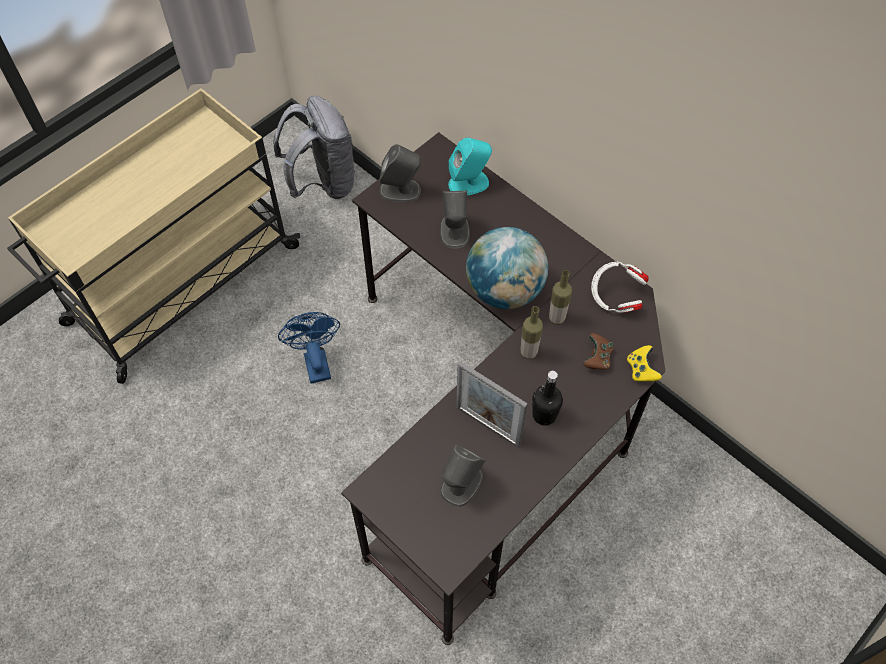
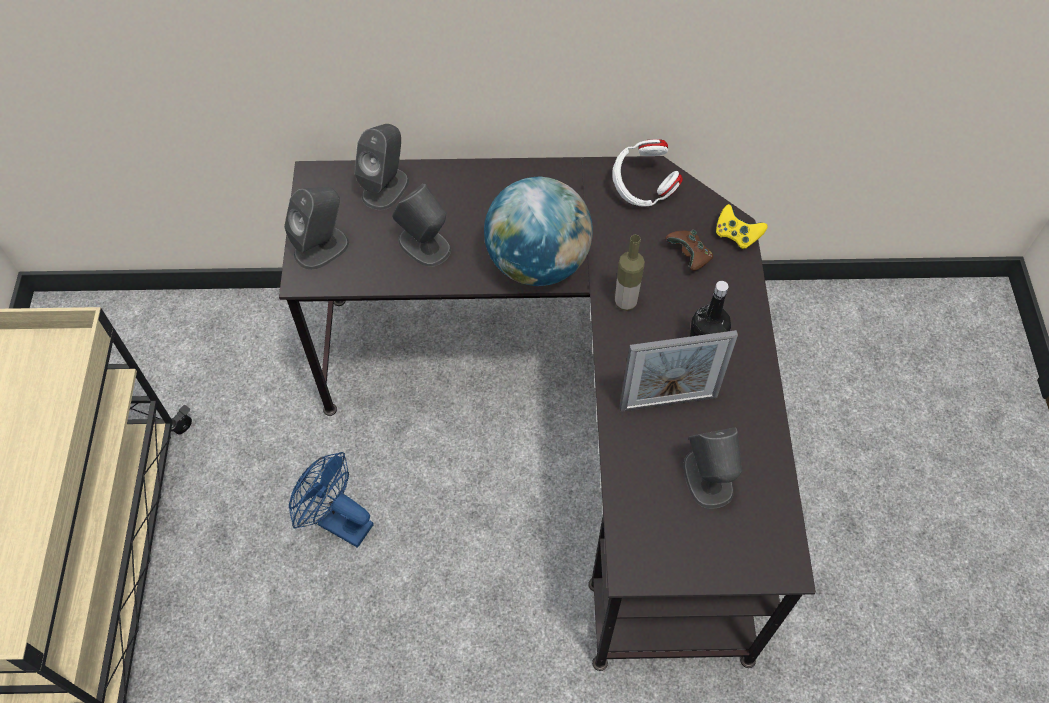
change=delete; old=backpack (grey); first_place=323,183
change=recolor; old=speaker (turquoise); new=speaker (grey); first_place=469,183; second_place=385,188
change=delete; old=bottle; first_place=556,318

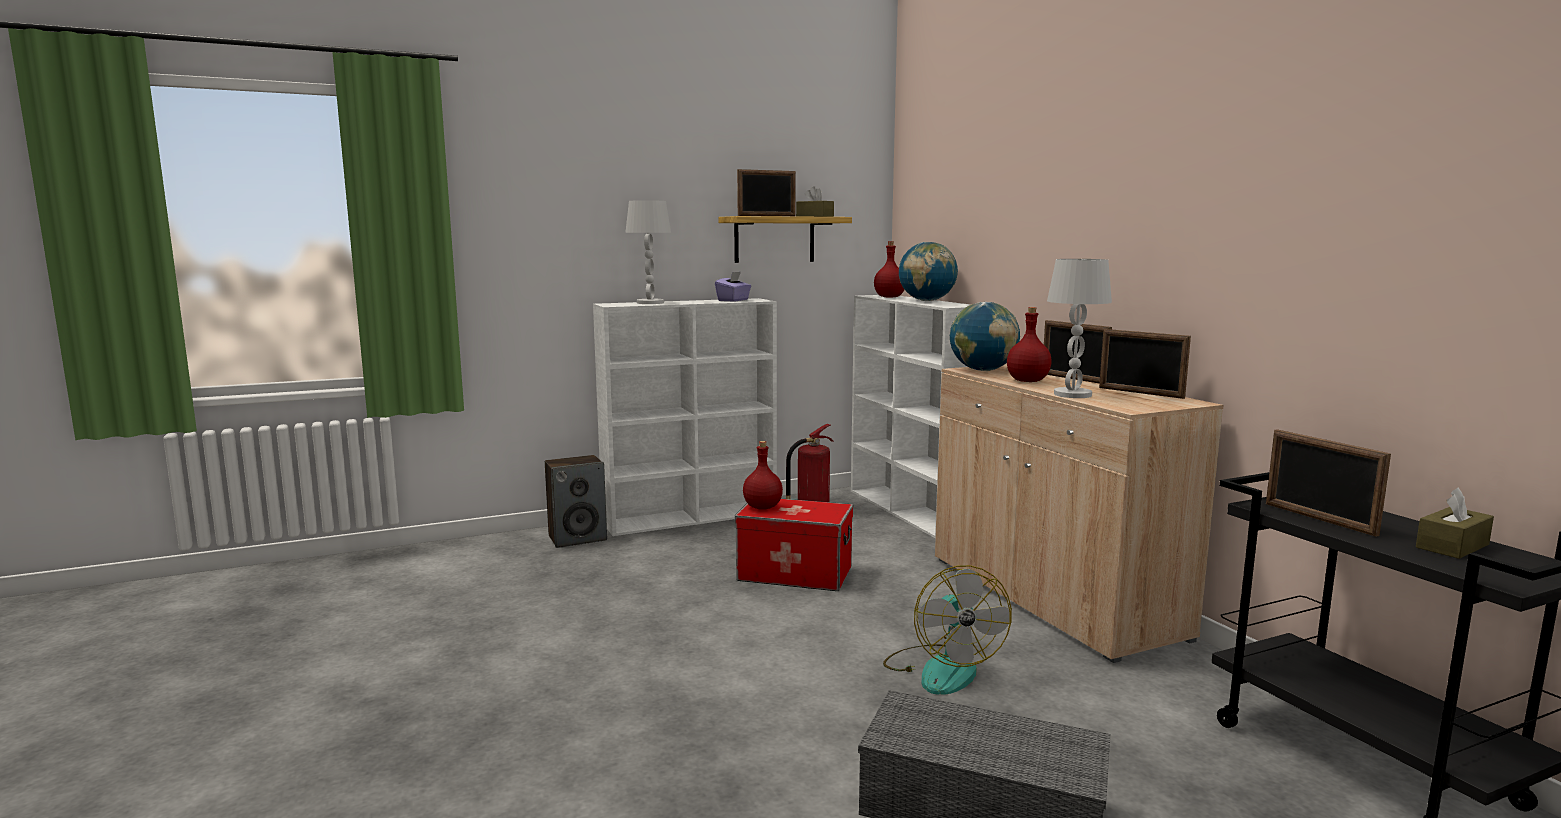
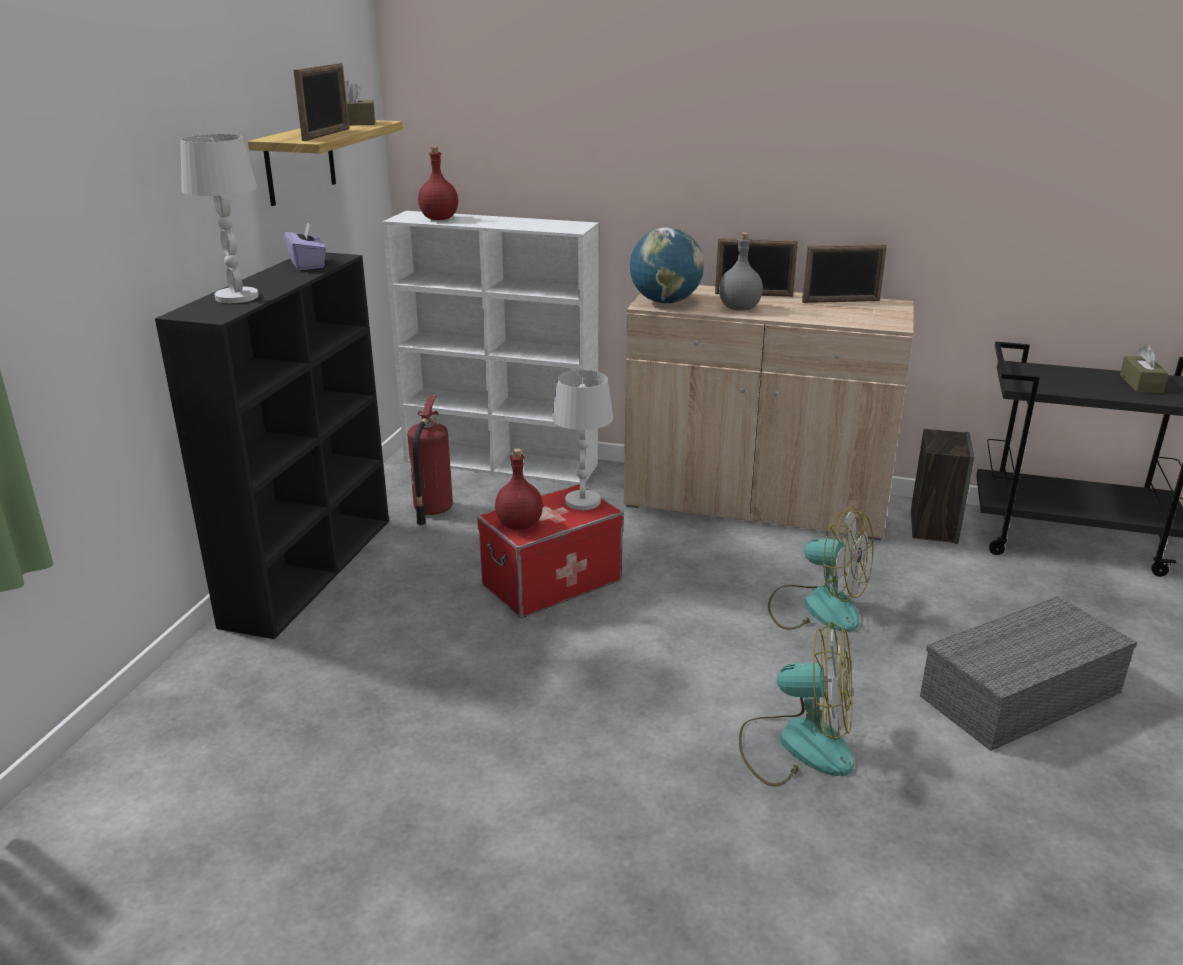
change=move; old=speaker; first_place=578,538; second_place=933,527
change=recolor; old=bookcase (white); new=bookcase (black); first_place=692,517; second_place=311,568
change=delete; old=globe; first_place=927,301
change=recolor; old=bottle (red); new=bottle (grey); first_place=1028,381; second_place=740,308
change=move; old=table lamp (white); first_place=1072,395; second_place=583,502
change=delete; old=picture frame; first_place=1318,519
change=insert; new=fan; second_place=797,745

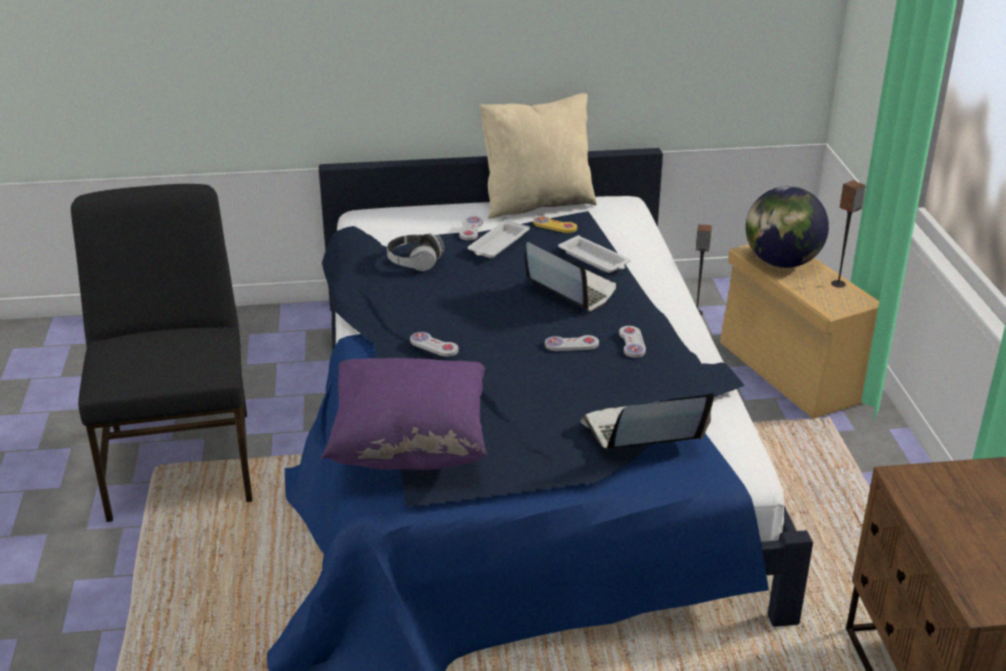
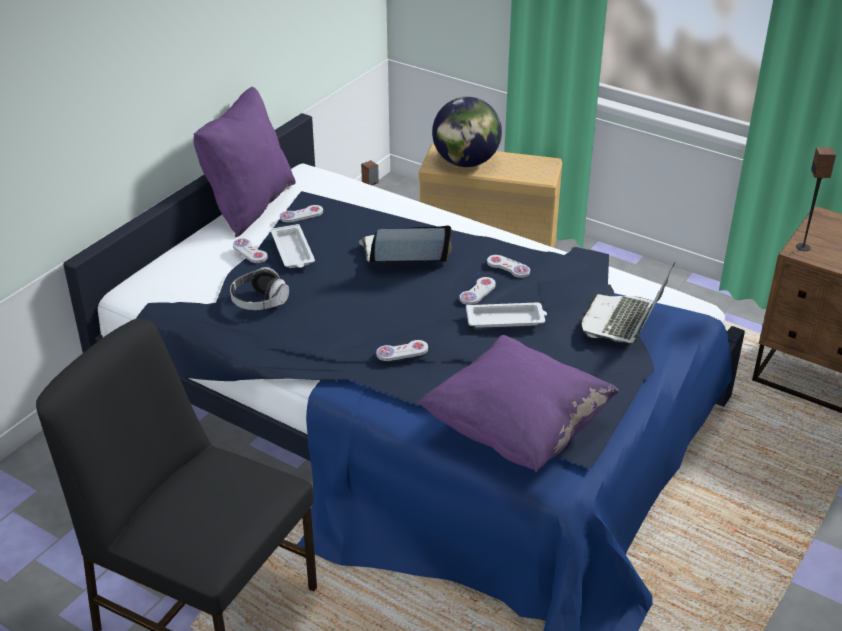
change=recolor; old=pillow (beige); new=pillow (purple); first_place=537,203; second_place=249,205
change=recolor; old=game controller (yellow); new=game controller (white); first_place=555,226; second_place=301,215
change=move; old=tray (white); first_place=595,259; second_place=506,319
change=move; old=speaker; first_place=838,284; second_place=803,247

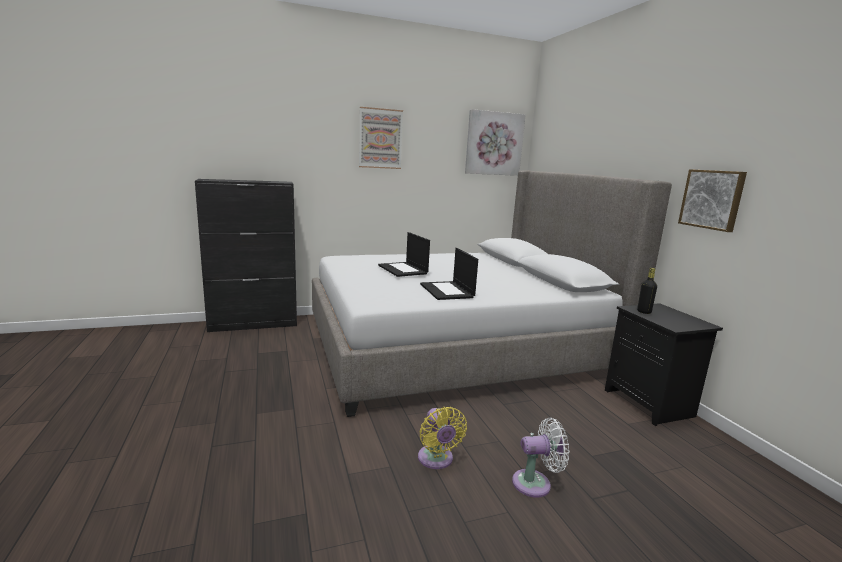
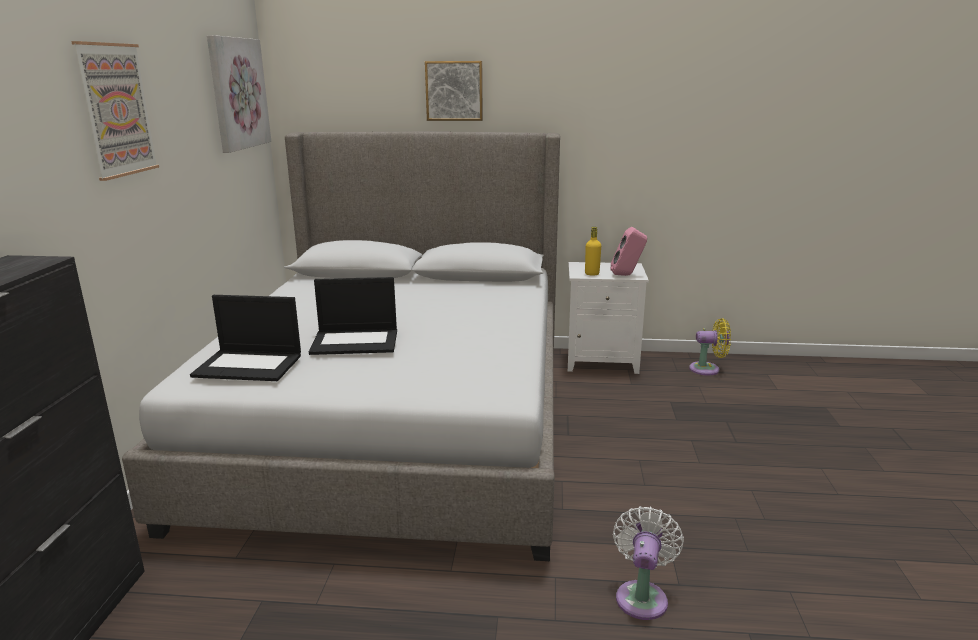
change=move; old=fan (yellow); first_place=436,460; second_place=708,369
change=move; old=laptop; first_place=447,291; second_place=250,365
change=move; old=fan (white); first_place=535,483; second_place=642,596
change=recolor; old=nightstand (black); new=nightstand (white); first_place=650,404; second_place=602,361
change=recolor; old=bottle (black); new=bottle (yellow); first_place=644,312; second_place=592,274
change=move; old=picture; first_place=712,199; second_place=454,91
change=insert; new=speaker (pink); second_place=627,275

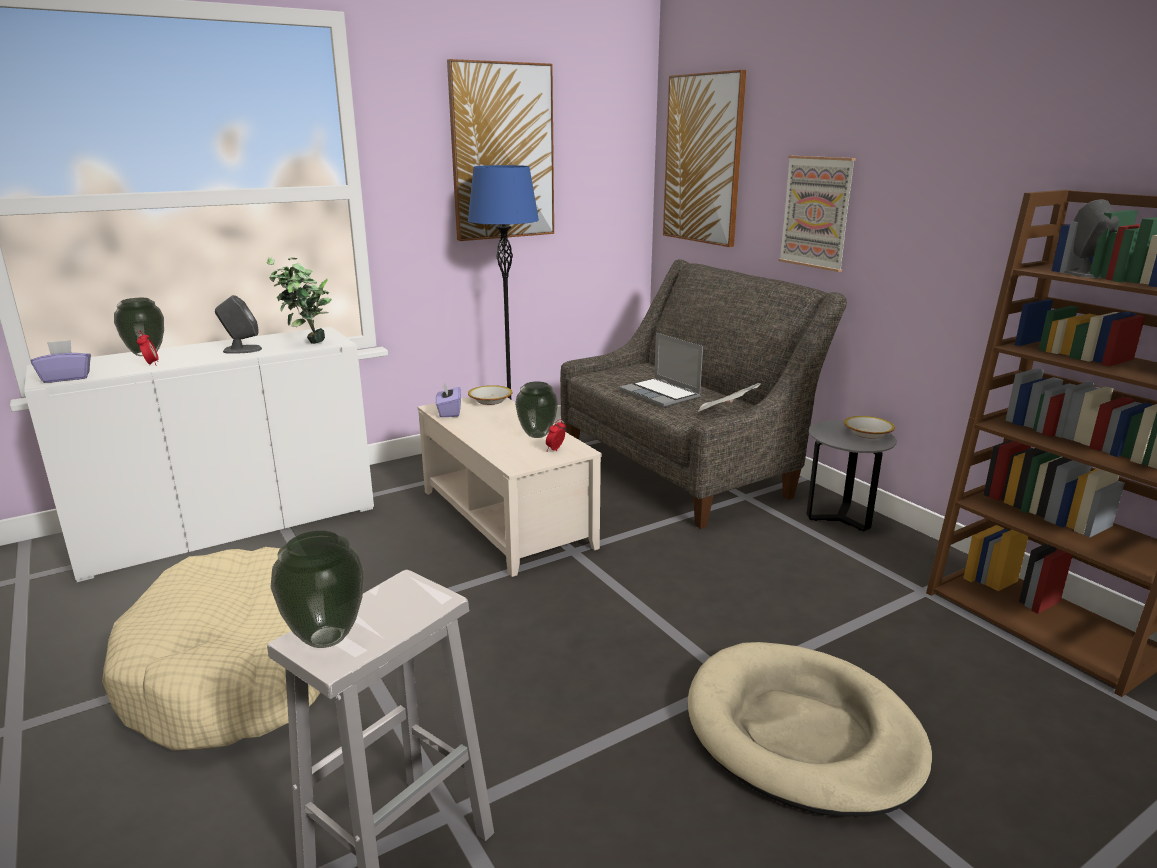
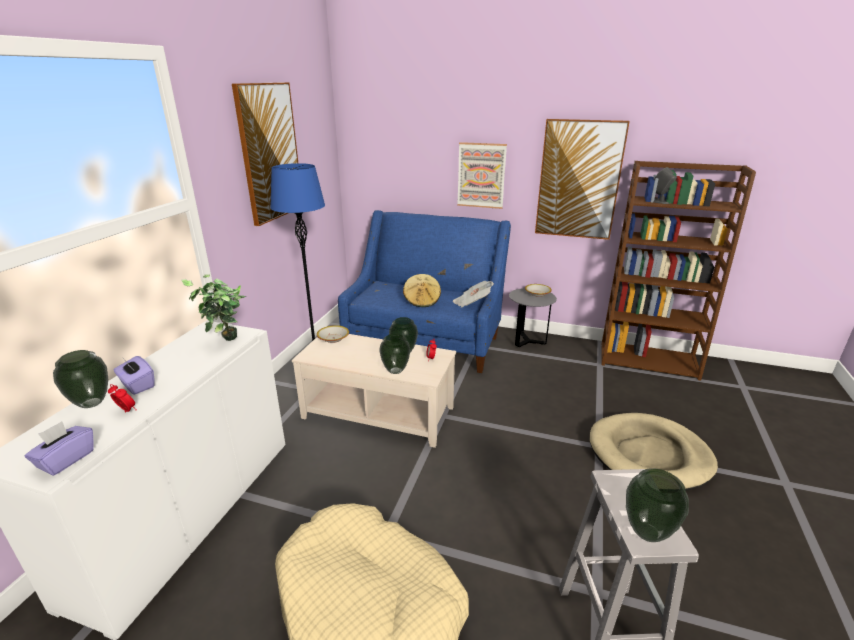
change=delete; old=speaker (grey); first_place=241,350
change=move; old=tissue box (purple); first_place=449,412; second_place=137,385
change=recolor; old=sofa (grey); new=sofa (blue); first_place=683,468; second_place=425,340
change=replace; old=laptop; new=hat (beige); first_place=661,394; second_place=422,301
change=move; old=picture; first_place=703,159; second_place=579,180
change=insert; new=vase; second_place=395,371

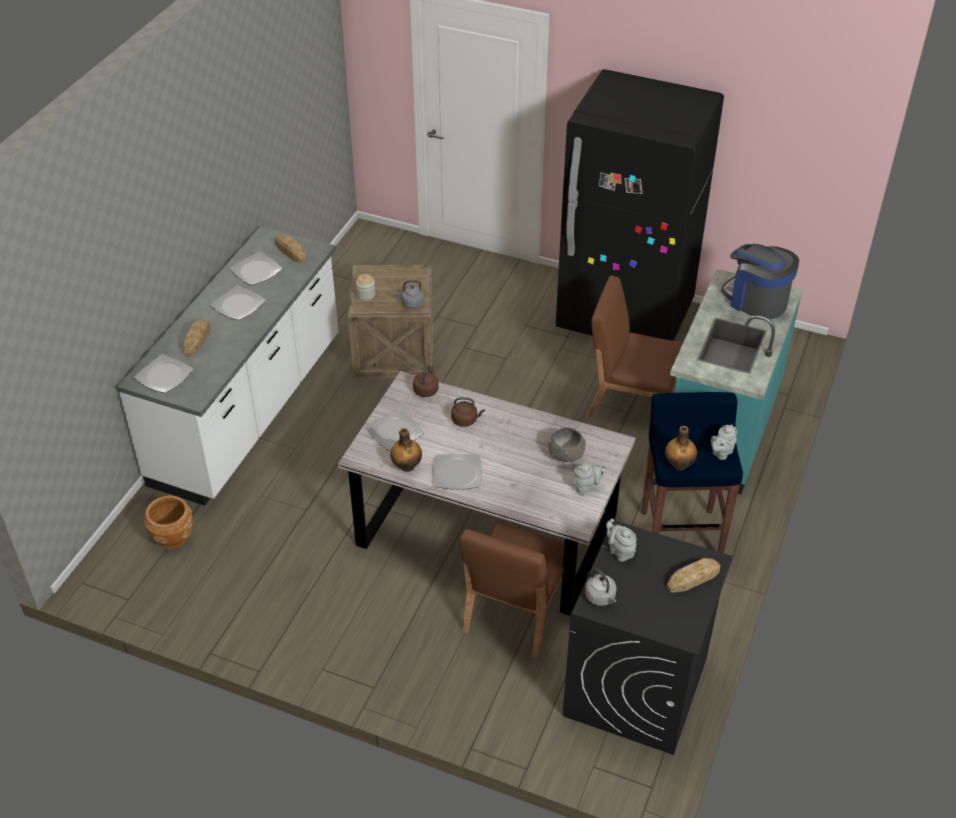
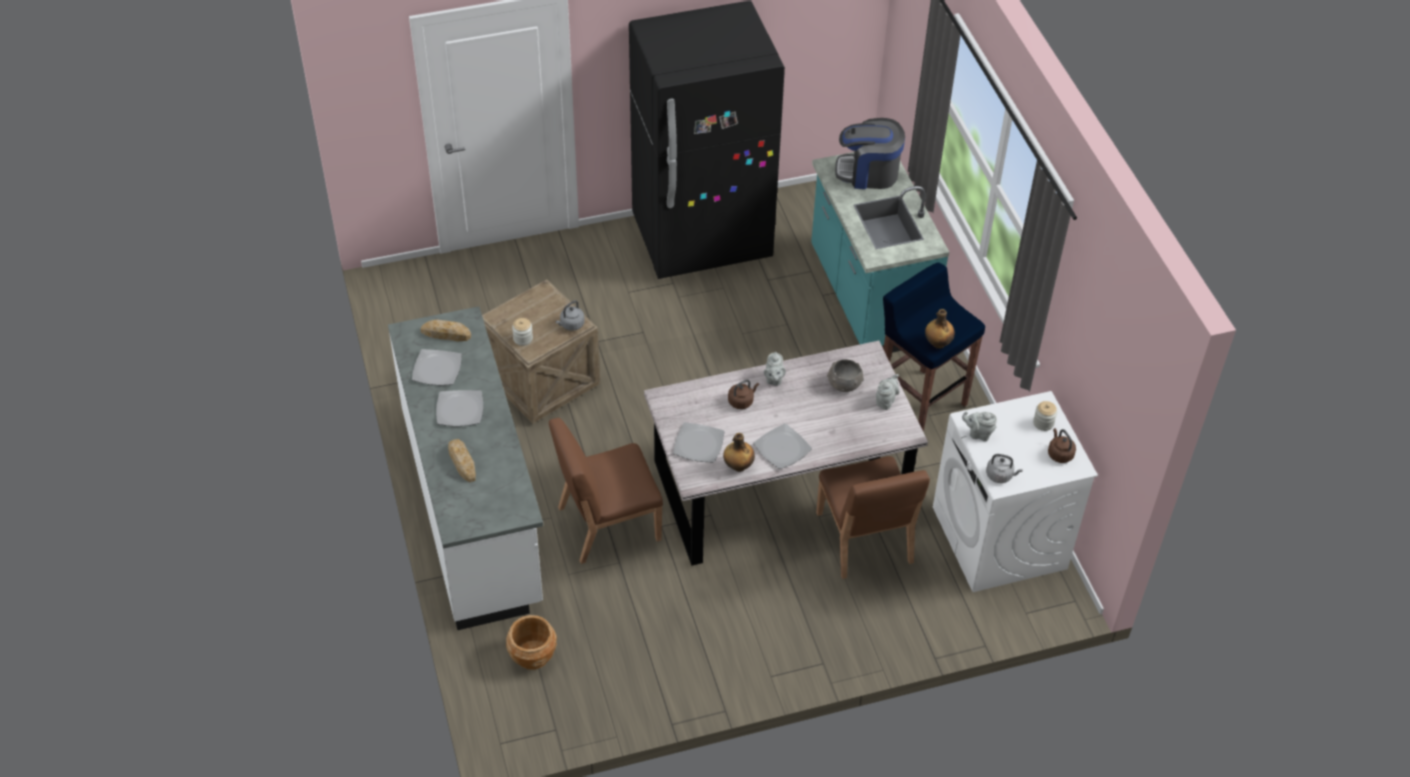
change=delete; old=plate; first_place=163,376
change=move; old=kettle (brown); first_place=426,390; second_place=1059,454
change=recolor; old=washing machine (black); new=washing machine (white); first_place=635,687; second_place=999,538
change=move; old=chair (brown); first_place=630,402; second_place=607,523
change=replace; old=bread; new=jar; first_place=693,578; second_place=1043,423
change=move; old=teapot (grey); first_place=721,453; second_place=773,379

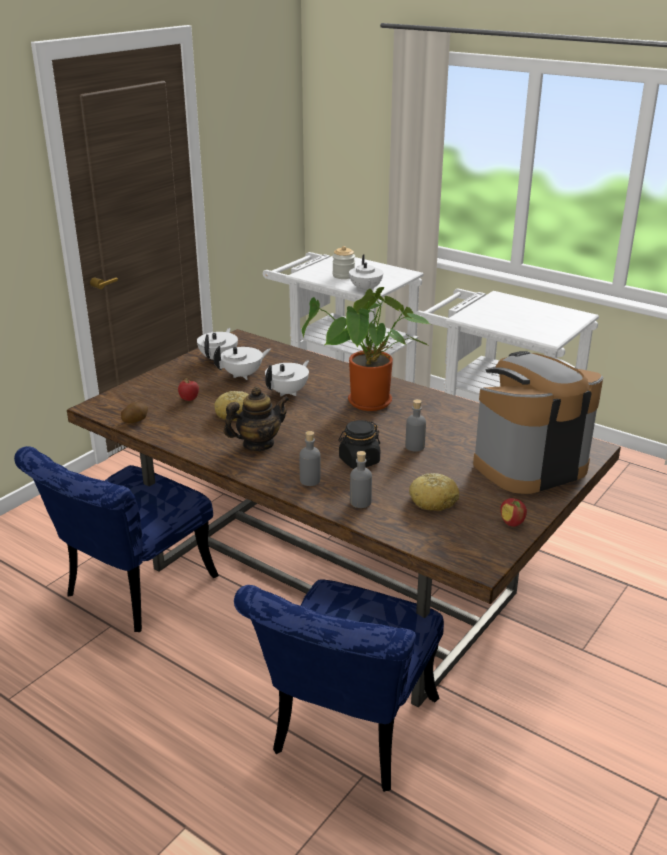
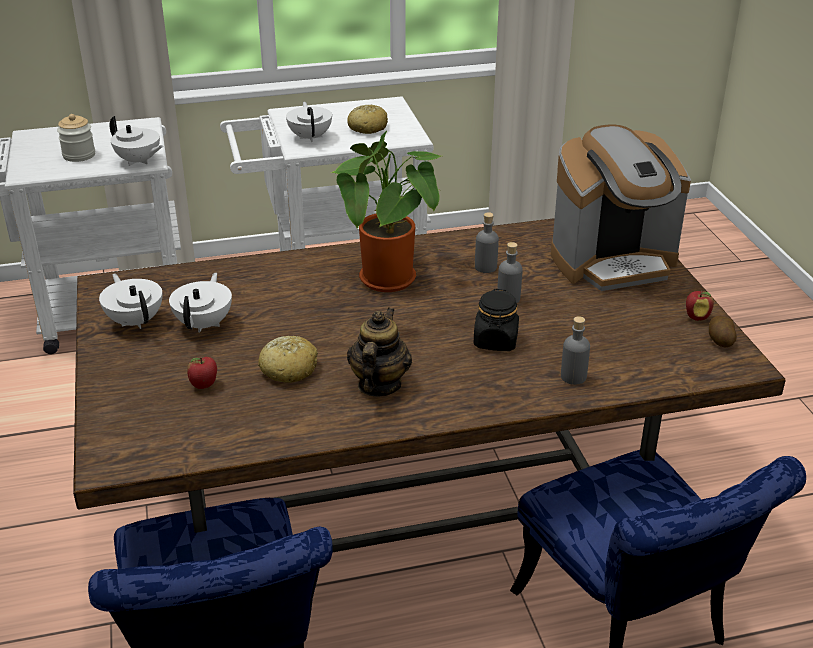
change=move; old=potato; first_place=135,420; second_place=720,340
change=move; old=teapot (white); first_place=288,392; second_place=310,137
change=move; old=bottle (grey); first_place=310,480; second_place=485,267
change=move; old=bread; first_place=433,500; second_place=368,127
change=rotate; old=coffee machine; first_place=528,465; second_place=613,262; degrees=-120

